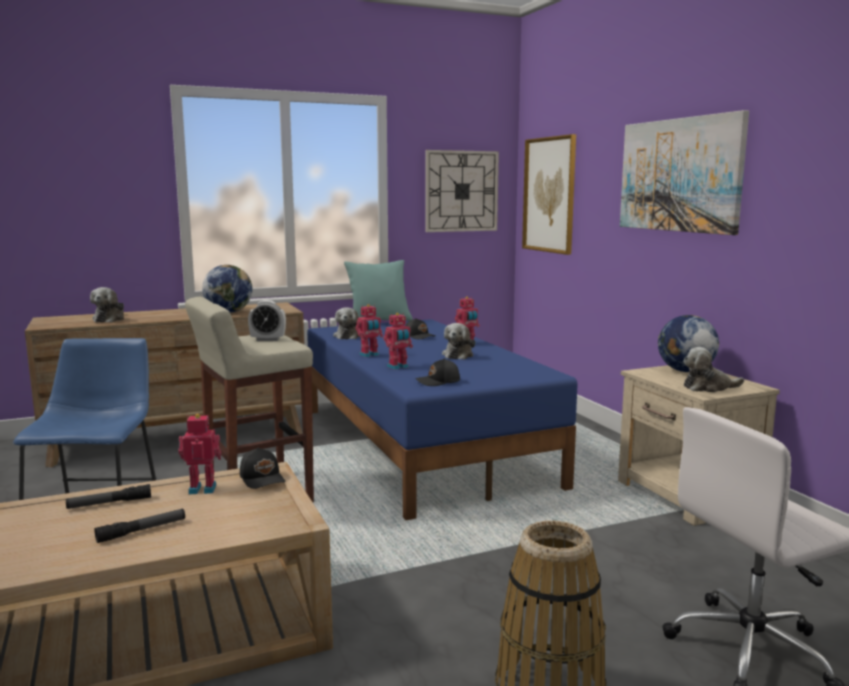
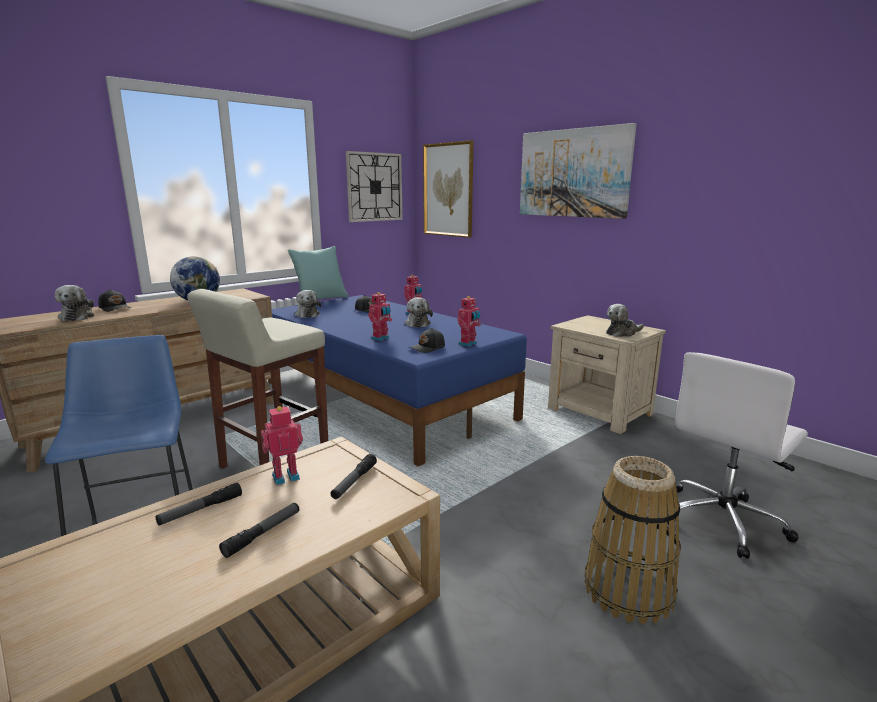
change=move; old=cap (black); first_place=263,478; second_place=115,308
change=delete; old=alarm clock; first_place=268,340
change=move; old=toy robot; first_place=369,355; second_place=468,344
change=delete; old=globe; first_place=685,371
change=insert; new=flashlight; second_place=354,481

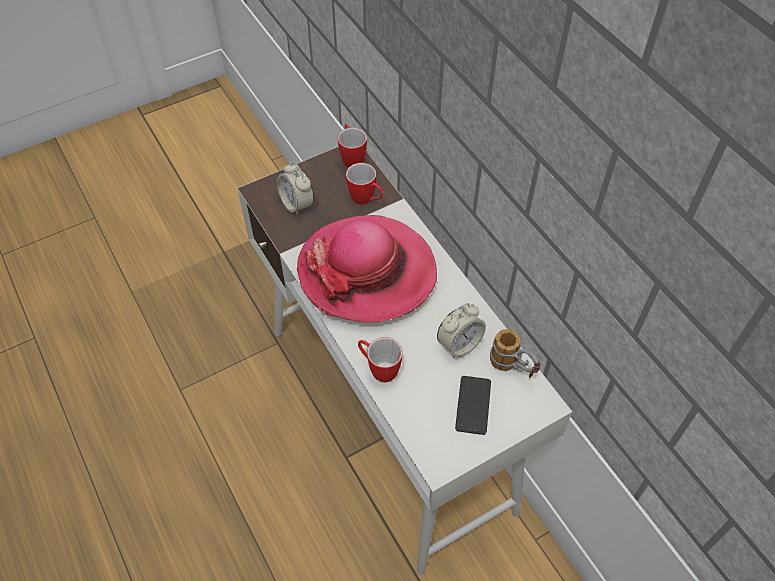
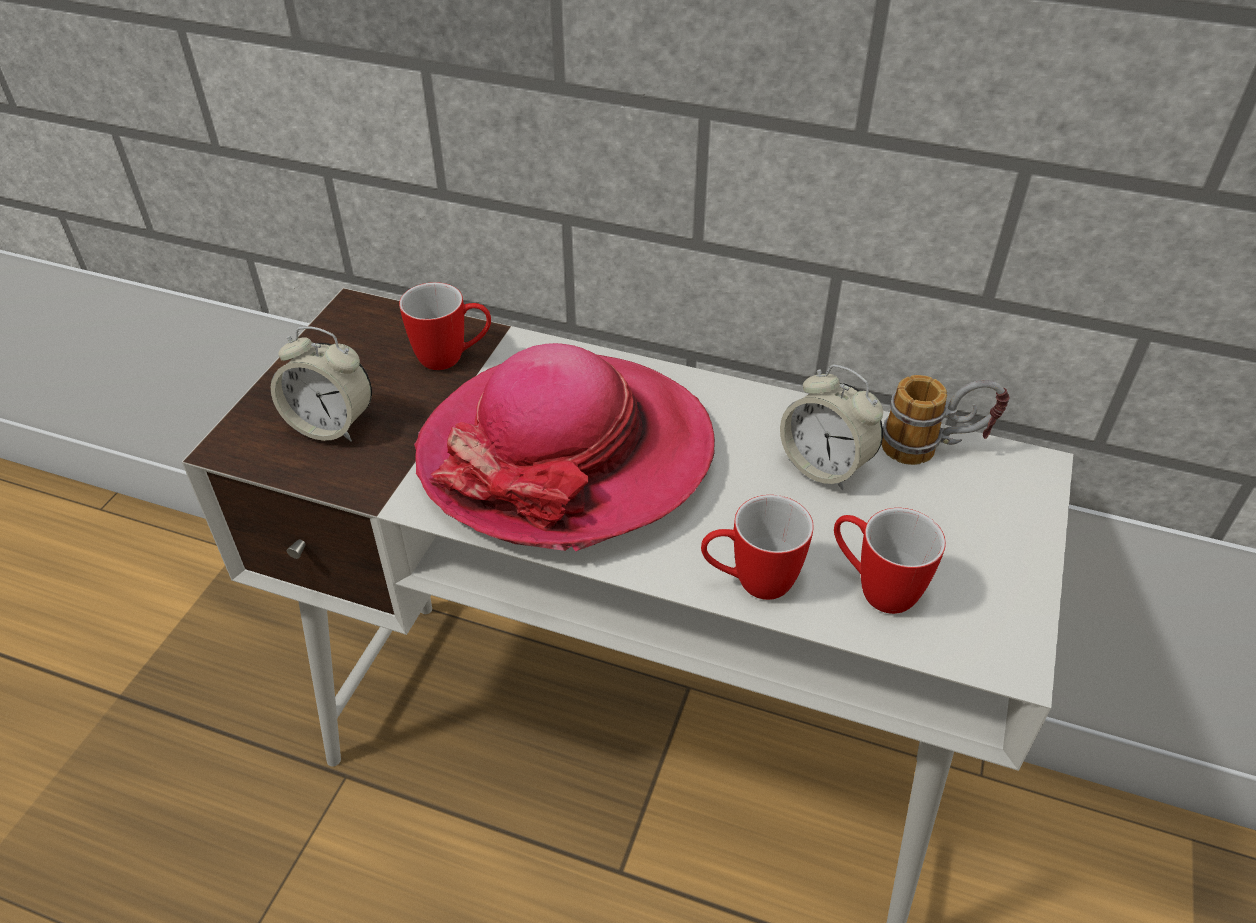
change=move; old=mug; first_place=351,157; second_place=874,587
change=rotate; old=alarm clock; first_place=459,344; second_place=825,466; degrees=120
change=delete; old=phone; first_place=473,405

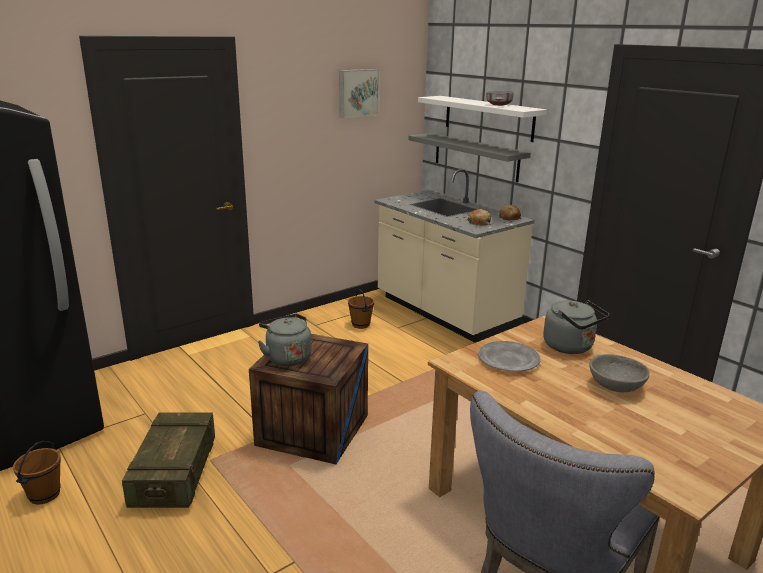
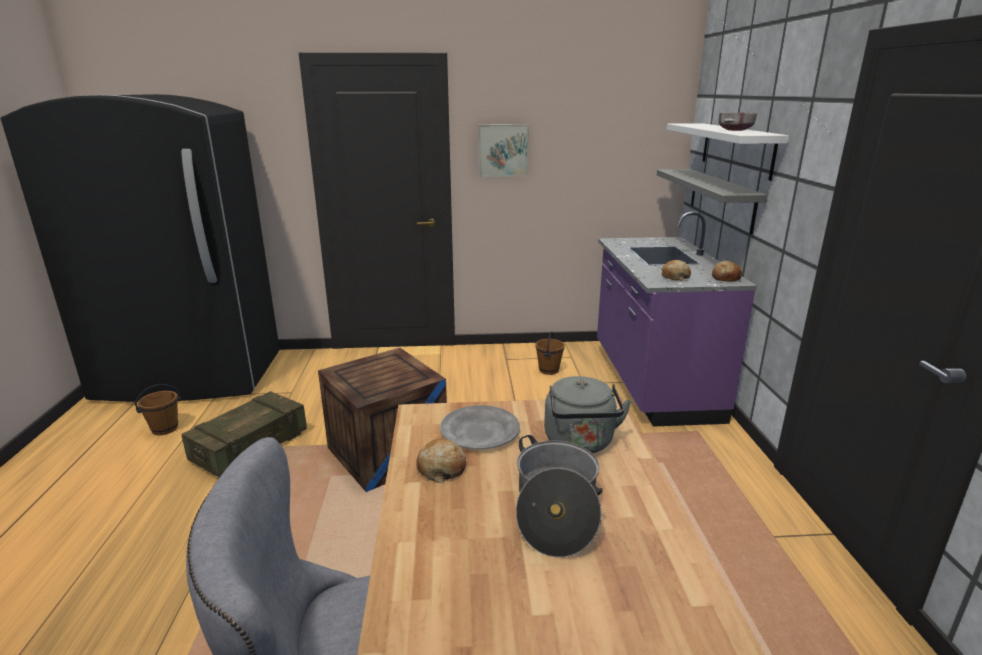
change=delete; old=kettle (grey); first_place=287,357
change=move; old=picture; first_place=357,93; second_place=503,150
change=recolor; old=counter (beige); new=counter (purple); first_place=444,313; second_place=652,382
change=replace; old=bowl (grey); new=cooking pot; first_place=616,386; second_place=555,511
change=insert; new=bread; second_place=441,468

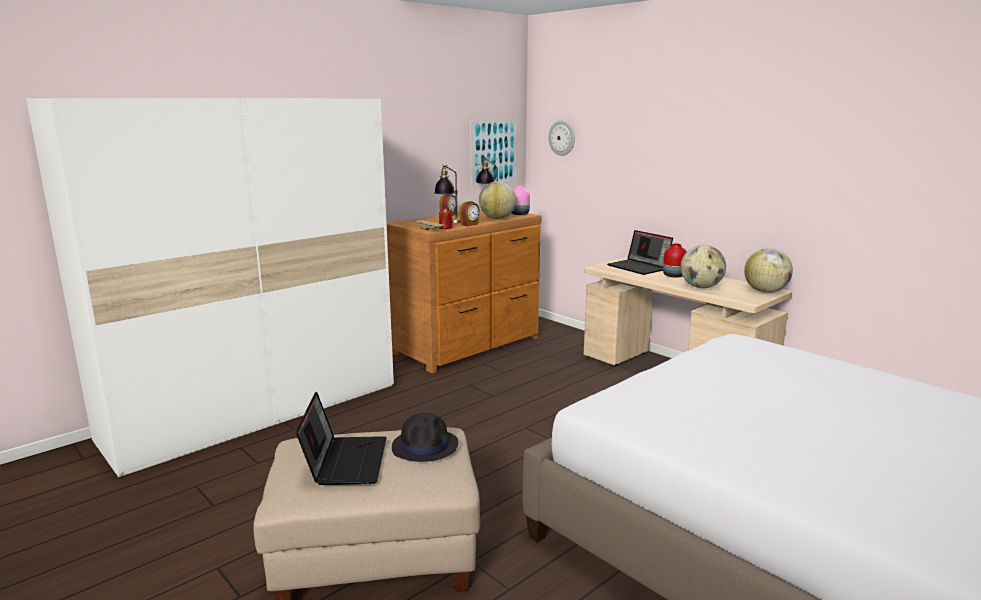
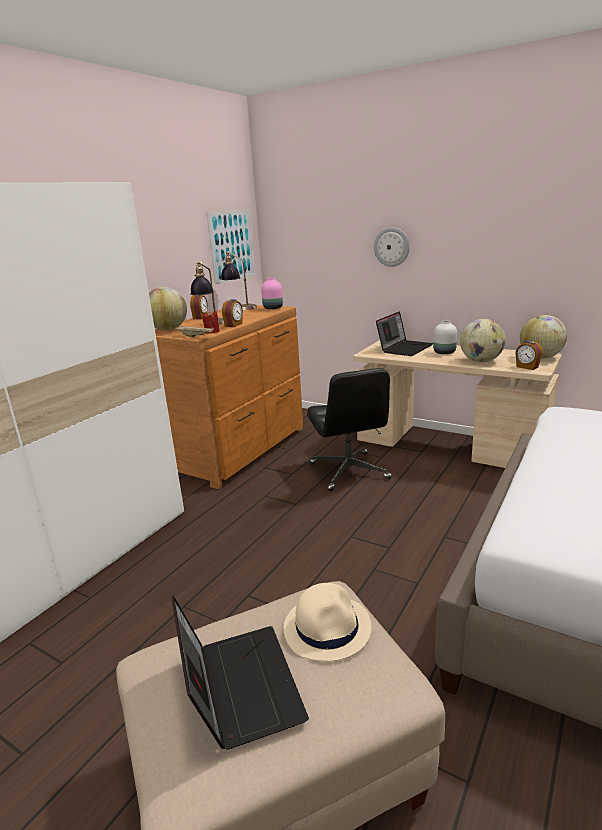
change=recolor; old=hat (black); new=hat (beige); first_place=425,446; second_place=327,627
change=move; old=globe; first_place=497,218; second_place=168,329
change=move; old=wall clock; first_place=562,138; second_place=391,247
change=rotate; old=laptop; first_place=639,267; second_place=404,348; degrees=-90
change=recolor; old=vase (red); new=vase (white); first_place=673,275; second_place=443,352
change=insert; new=office chair (black); second_place=349,472
change=insert; new=alarm clock; second_place=527,367

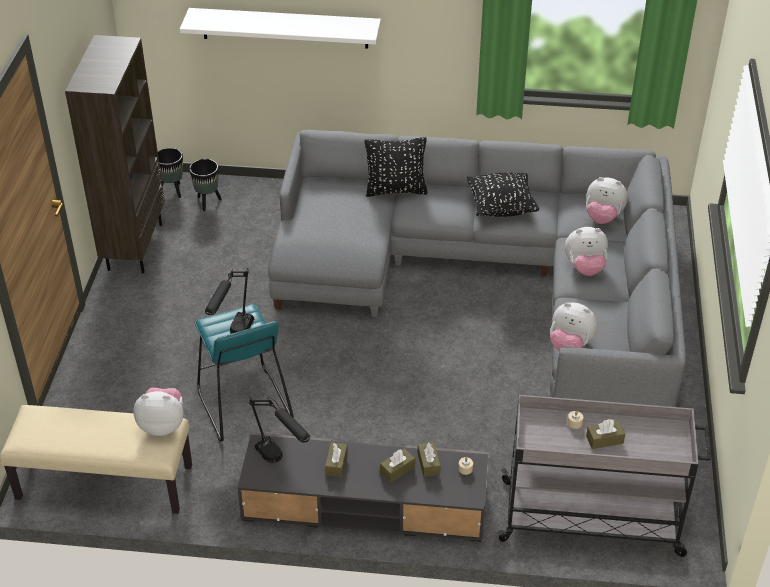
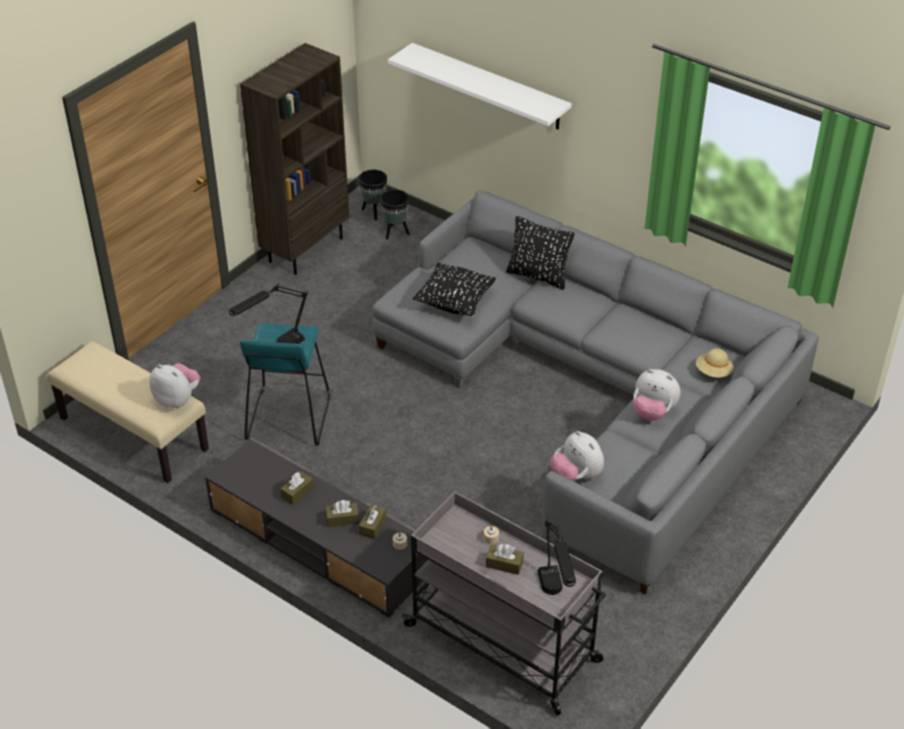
change=move; old=table lamp (black); first_place=281,464; second_place=554,599
change=move; old=pillow (black); first_place=501,207; second_place=454,302
change=replace; old=plush toy; new=hat (beige); first_place=603,217; second_place=713,372

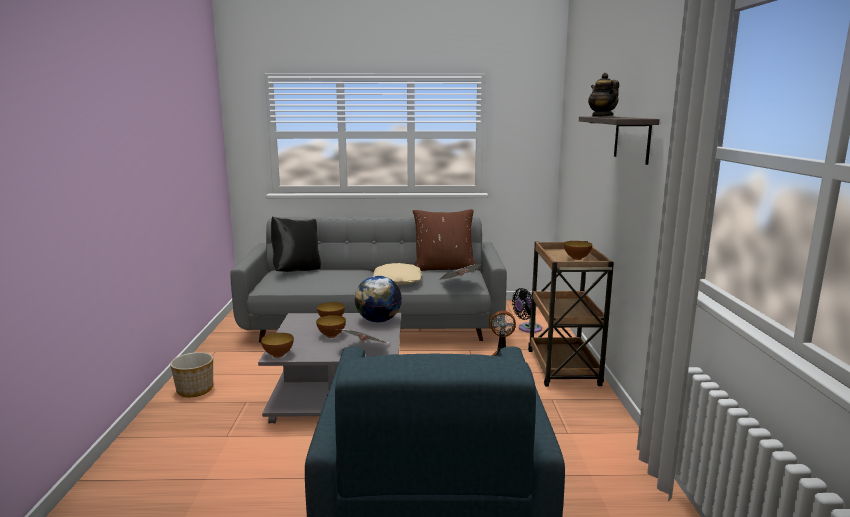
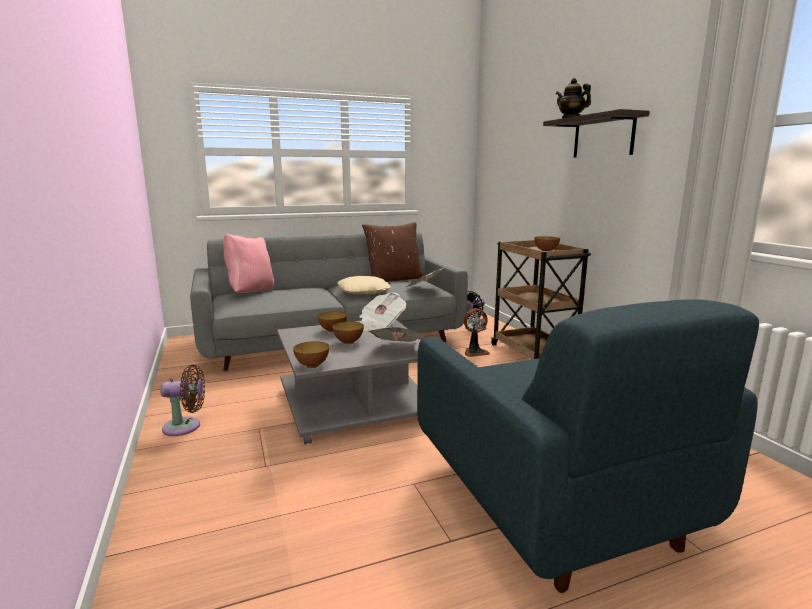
change=replace; old=planter; new=fan (brown); first_place=194,390; second_place=186,427
change=recolor; old=pillow (black); new=pillow (pink); first_place=297,271; second_place=251,293
change=replace; old=globe; new=newspaper; first_place=378,320; second_place=380,325

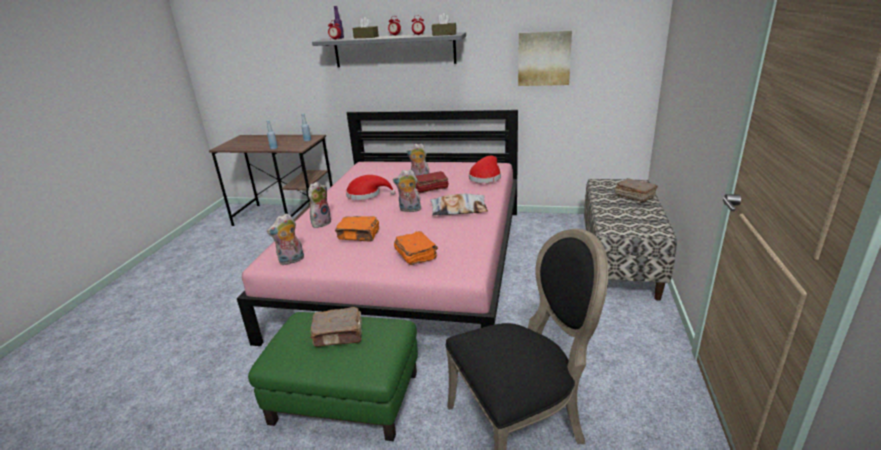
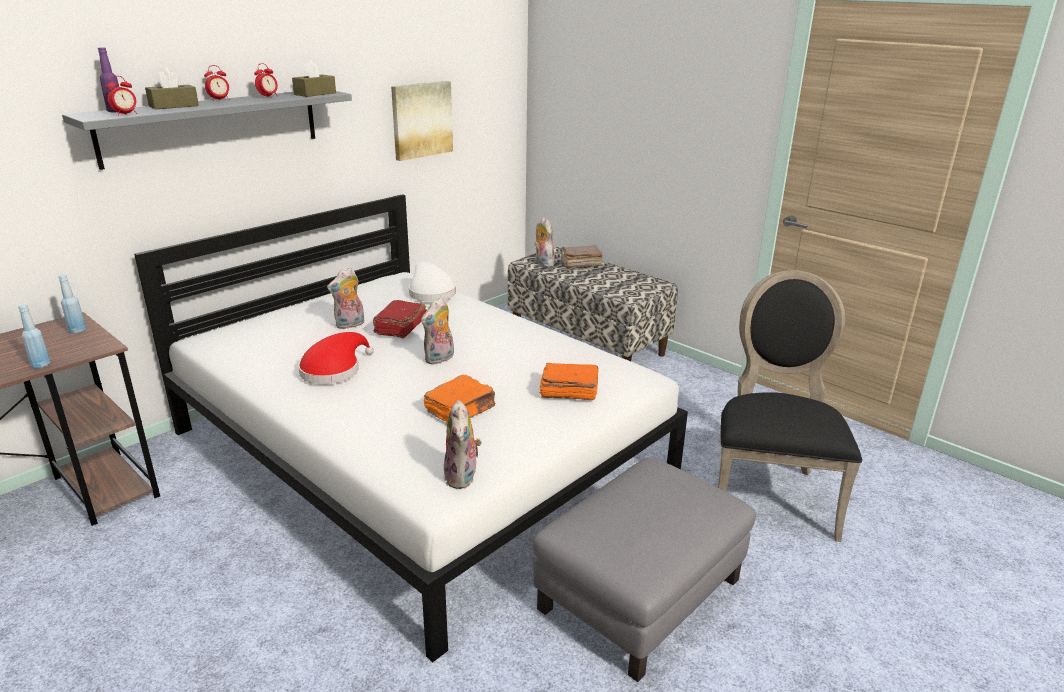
change=recolor; old=bed (pink); new=bed (white); first_place=410,266; second_place=419,452
change=recolor; old=ottoman (green); new=ottoman (grey); first_place=346,397; second_place=639,593
change=move; old=plush toy; first_place=321,222; second_place=542,263
change=delete; old=book (brown); first_place=339,335
change=delete; old=pillow; first_place=459,209
change=recolor; old=hat (red); new=hat (white); first_place=486,177; second_place=430,293

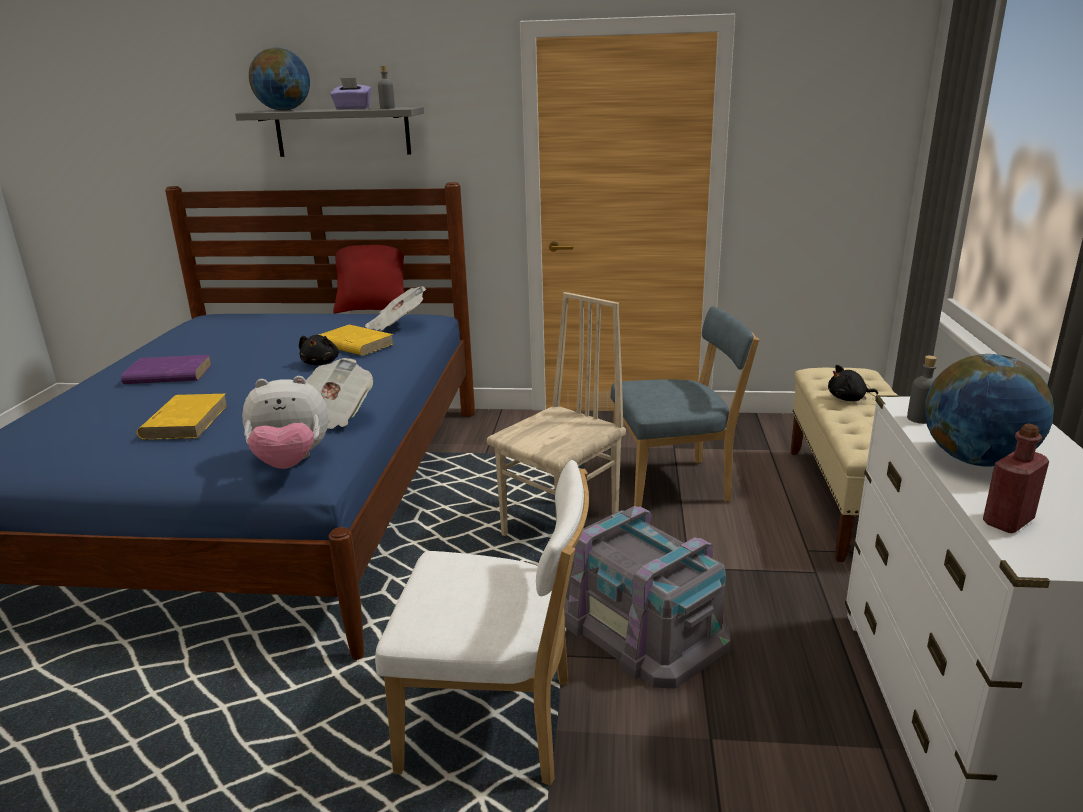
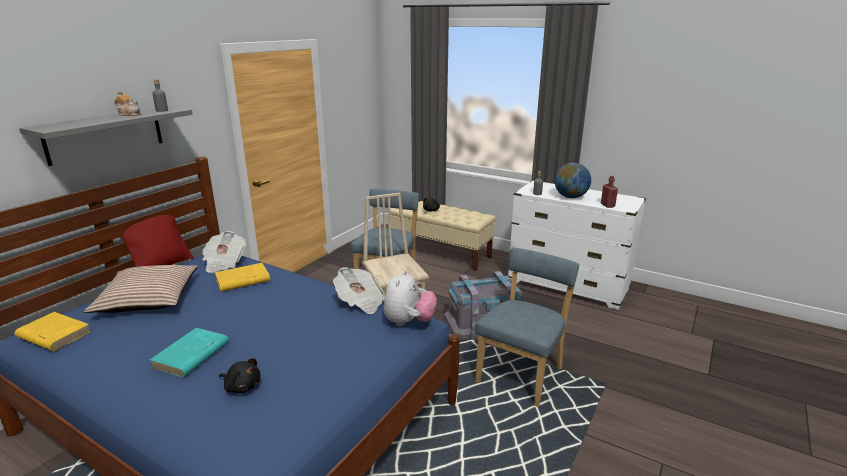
change=recolor; old=book (purple); new=book (turquoise); first_place=168,375; second_place=191,355
change=move; old=book (yellow); first_place=185,421; second_place=53,334
change=delete; old=globe; first_place=284,110
change=move; old=plush toy (black); first_place=321,363; second_place=242,386
change=replace; old=tissue box (purple); new=teapot; first_place=352,108; second_place=129,114
change=recolor; old=chair (white); new=chair (blue); first_place=497,725; second_place=522,373
change=insert; new=pillow; second_place=148,299

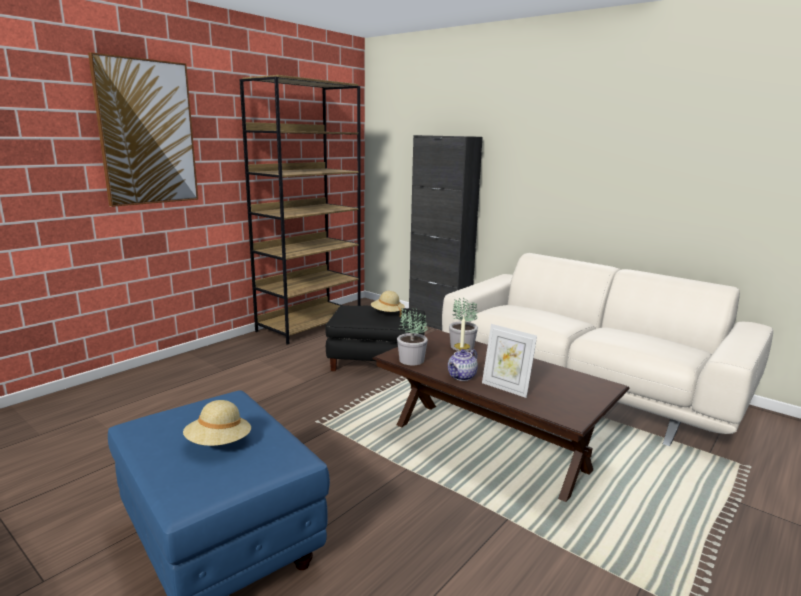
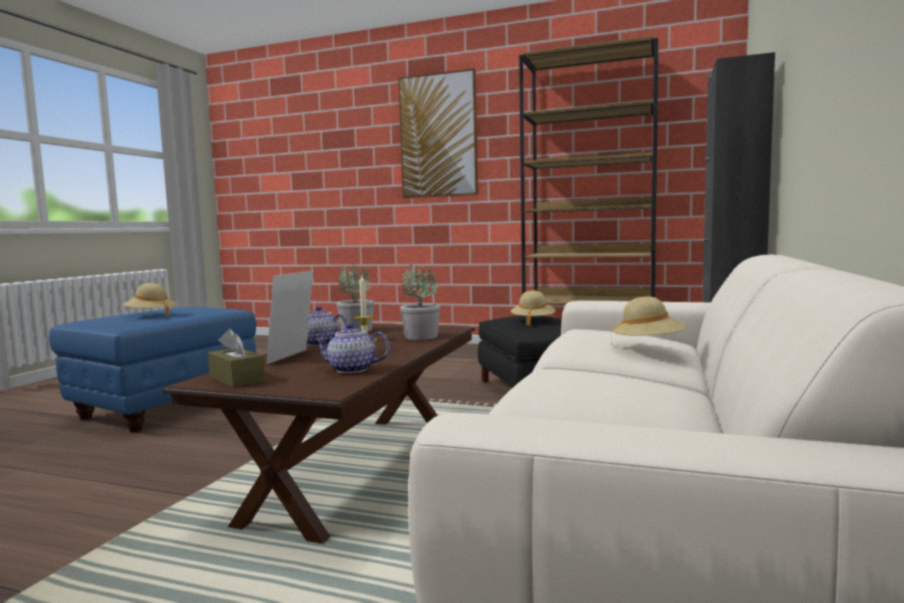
change=insert; new=tissue box (brown); second_place=236,379
change=insert; new=teapot; second_place=351,370
change=insert; new=hat (beige); second_place=648,346

